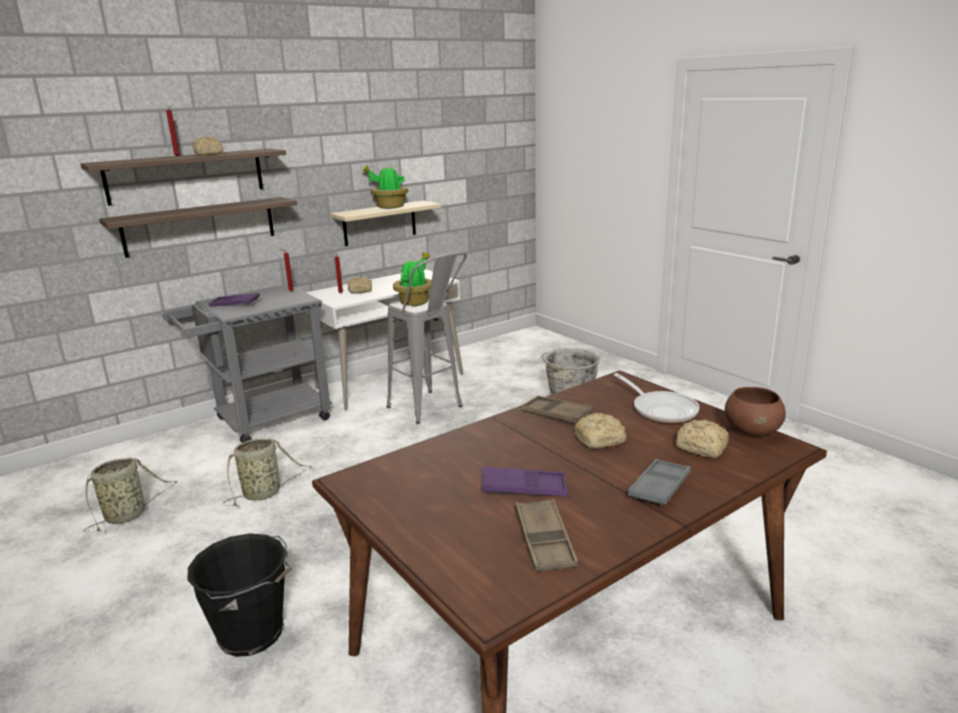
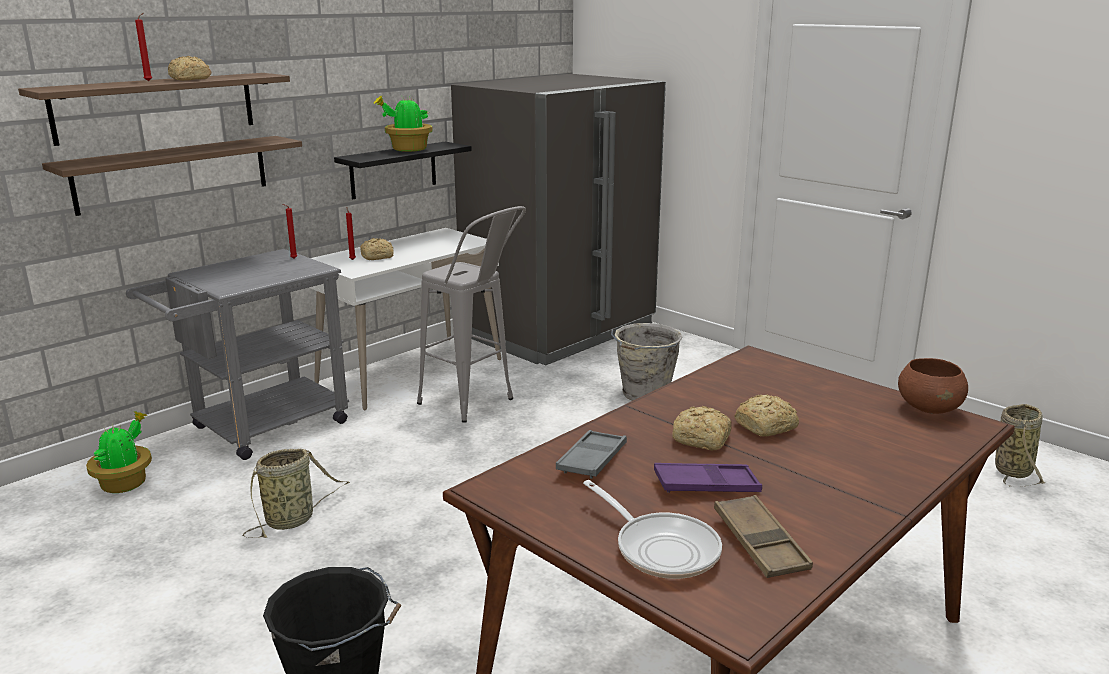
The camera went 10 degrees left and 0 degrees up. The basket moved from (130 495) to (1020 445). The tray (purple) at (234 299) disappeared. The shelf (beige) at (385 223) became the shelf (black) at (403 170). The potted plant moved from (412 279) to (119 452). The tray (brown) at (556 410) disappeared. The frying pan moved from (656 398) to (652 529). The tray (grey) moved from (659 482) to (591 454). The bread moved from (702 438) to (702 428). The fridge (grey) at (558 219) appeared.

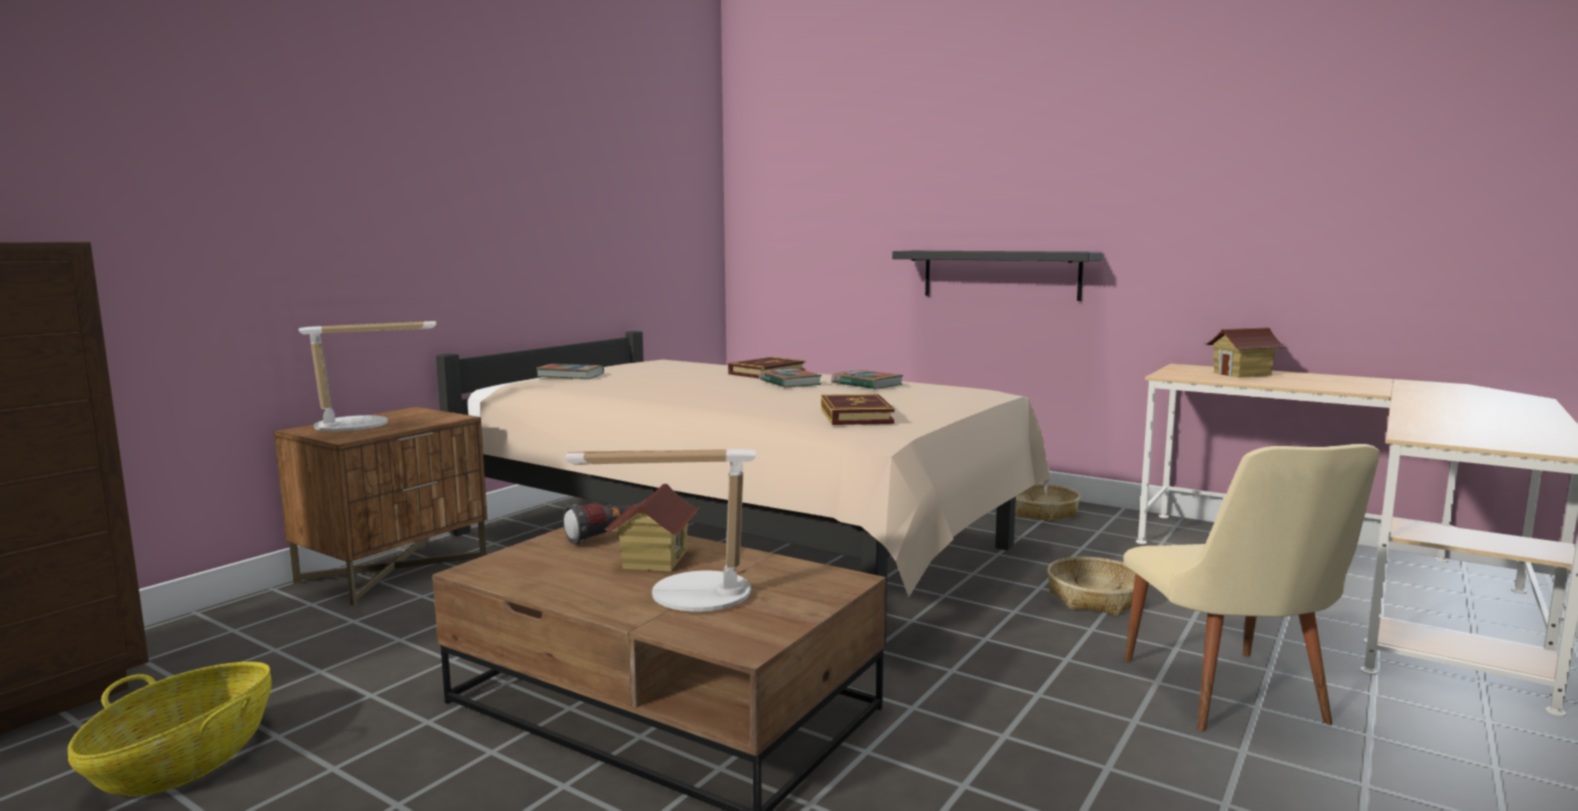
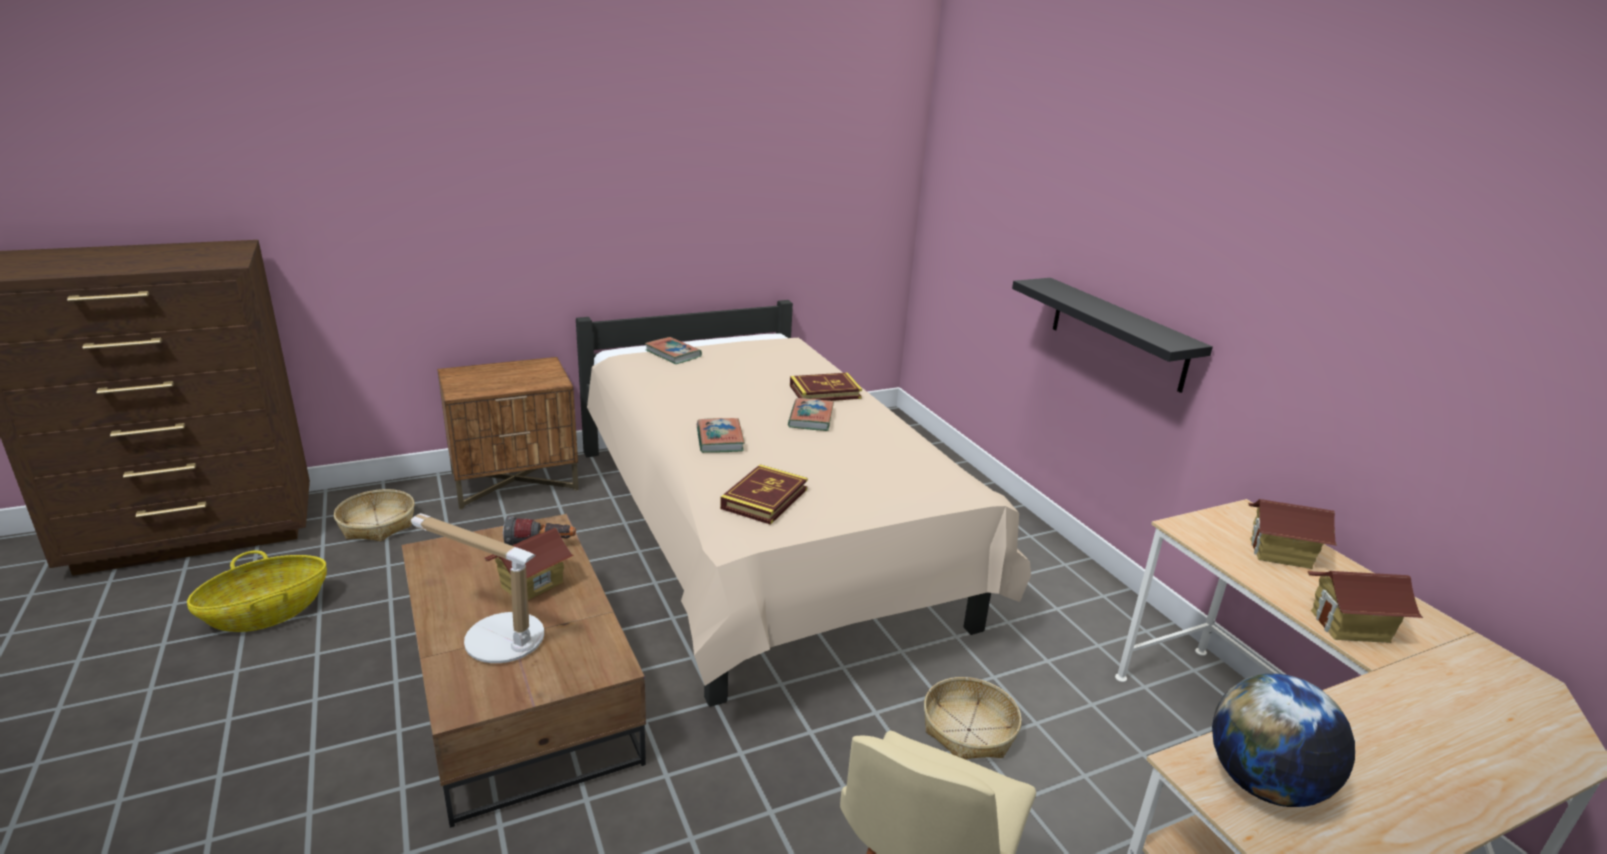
The camera went 30 degrees right and 15 degrees up. The table lamp at (367 376) disappeared. The book moved from (867 379) to (721 435). The basket moved from (1047 502) to (374 515). The globe at (1283 740) appeared. The toy house at (1365 607) appeared.

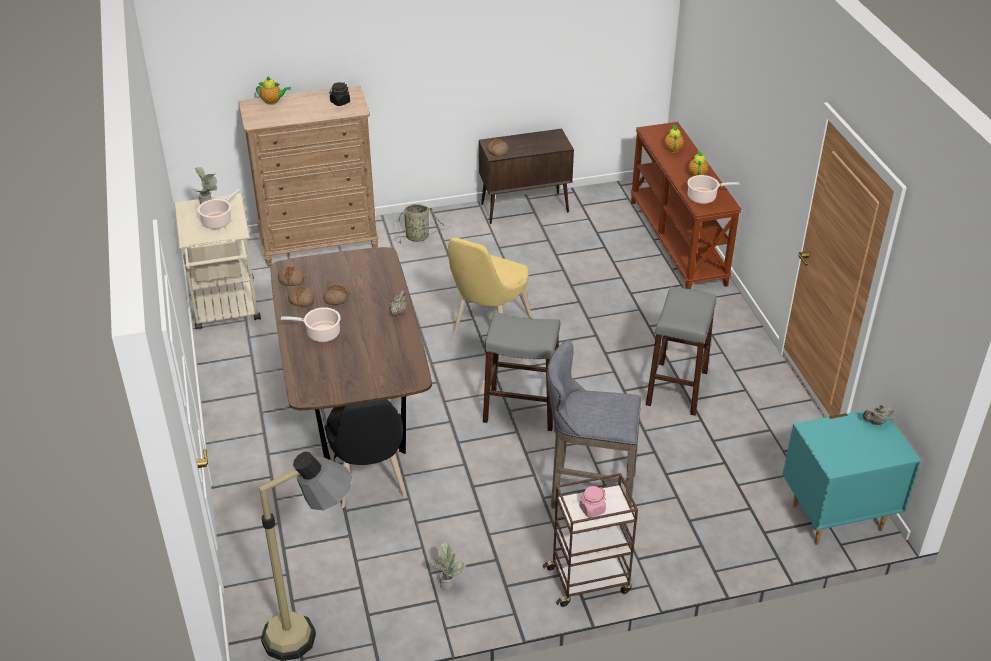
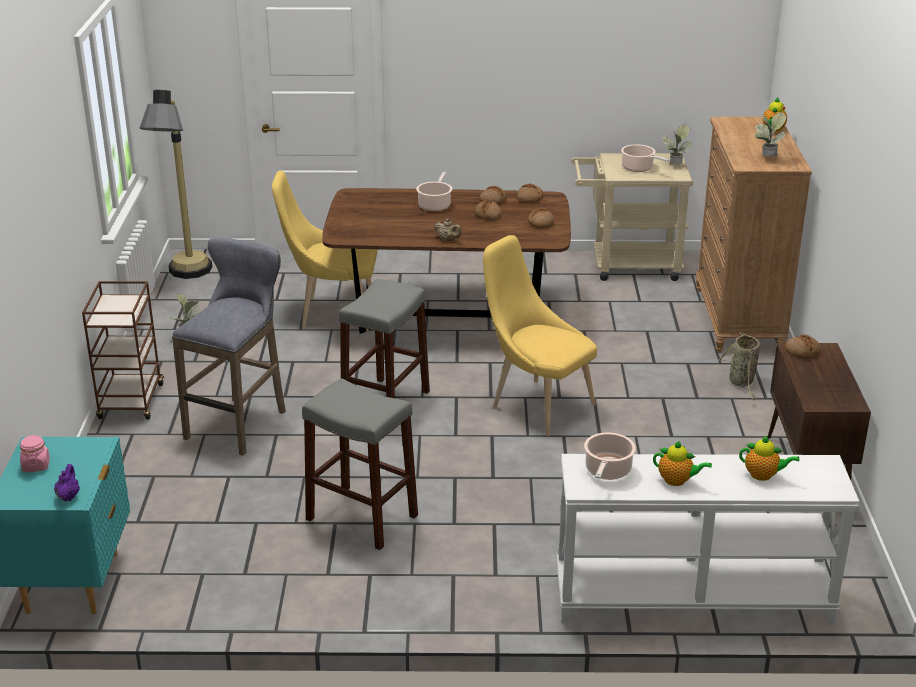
The camera went 105 degrees right and 10 degrees down. The chair (black) at (366 454) became the chair (yellow) at (324 251). The jar (black) at (339 94) was replaced by the potted plant at (770 134). The jar (pink) moved from (592 502) to (35 453). The console table (brown) at (685 205) became the console table (white) at (707 539). The teapot (beige) at (878 415) became the teapot (purple) at (67 482). The bread at (541 218) appeared.

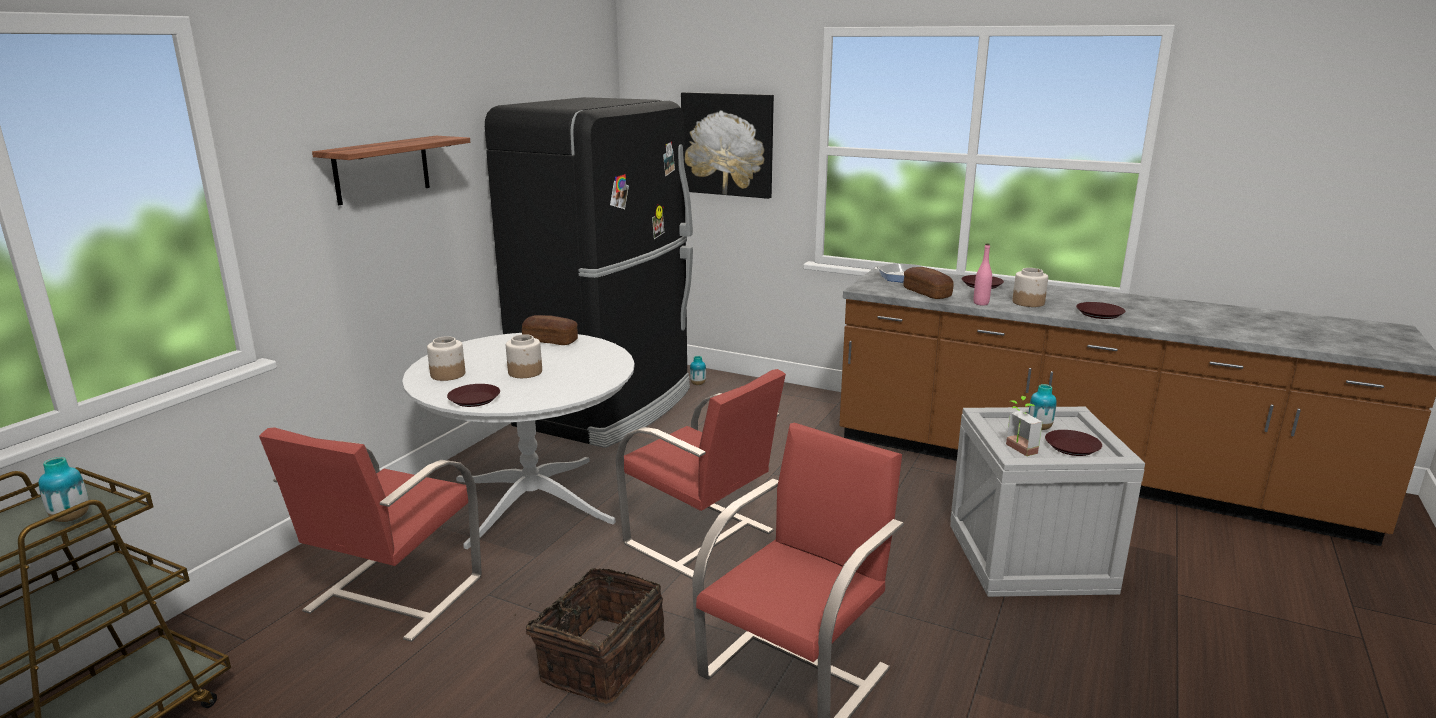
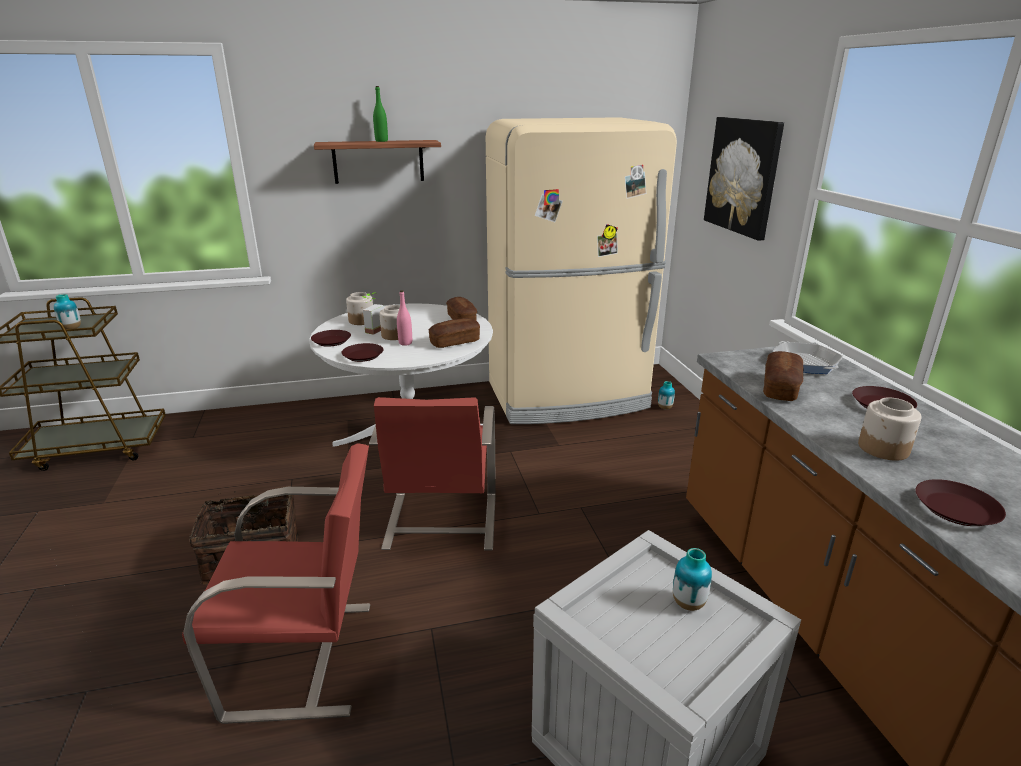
The camera went 50 degrees right and 5 degrees up. The chair (red) at (370 535) disappeared. The fridge (black) at (589 272) became the fridge (beige) at (581 270). The bottle (pink) moved from (983 274) to (404 318). The potted plant moved from (1024 426) to (373 313). The plate (brown) moved from (1073 443) to (362 352). The bottle (green) at (380 114) appeared. The bread at (454 333) appeared.

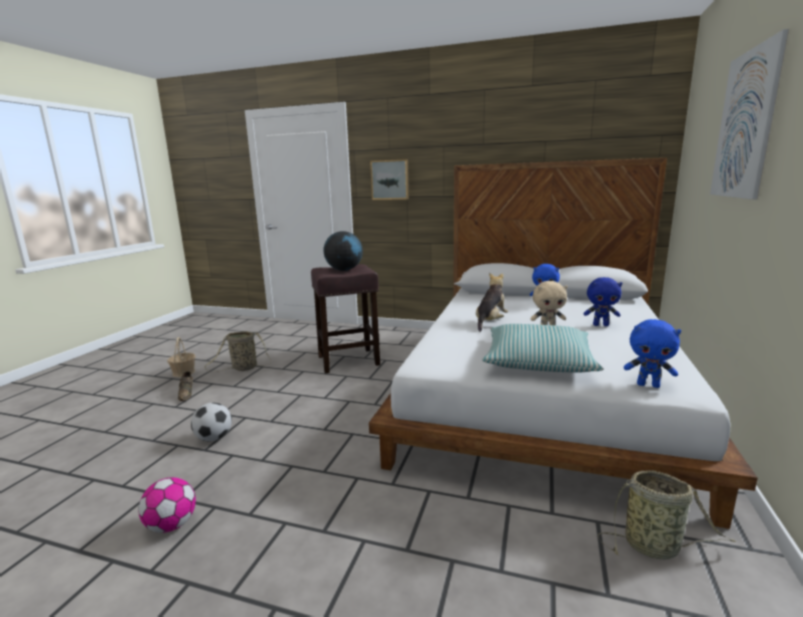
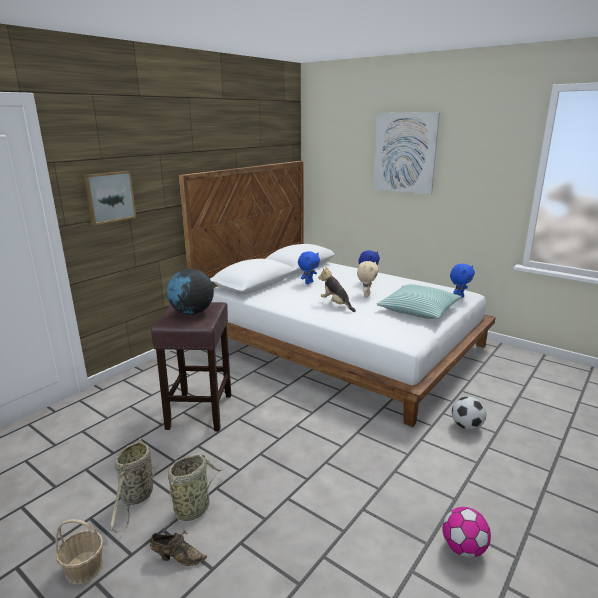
The camera went 70 degrees left and 5 degrees up. The football moved from (211 422) to (469 413). The basket moved from (666 514) to (194 495).

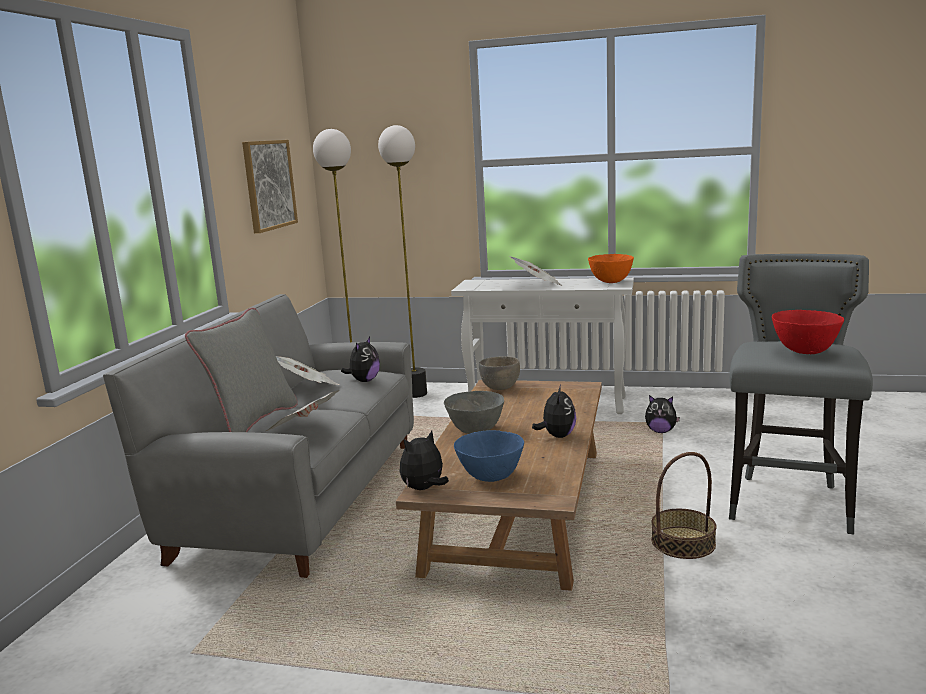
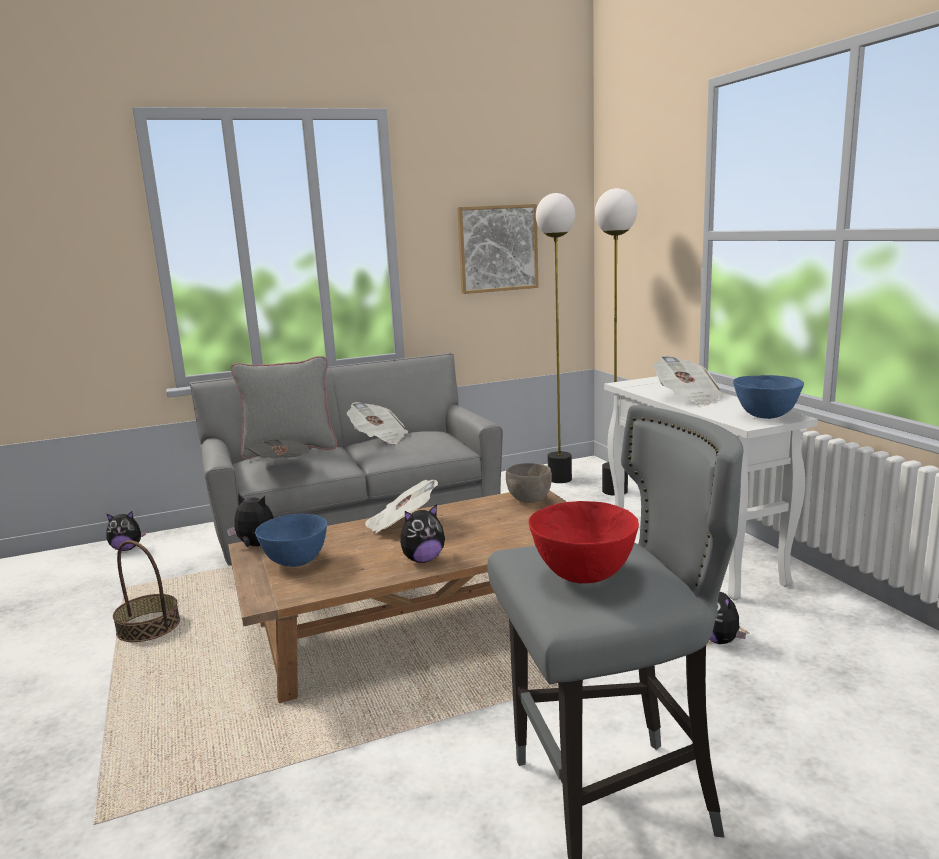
The camera went 55 degrees right and 0 degrees up. The plush toy moved from (360 359) to (126 531). The bowl (grey) at (474 412) was replaced by the newspaper at (401 506). The bowl (orange) at (611 268) became the bowl (blue) at (768 397). The basket moved from (684 505) to (146 591).

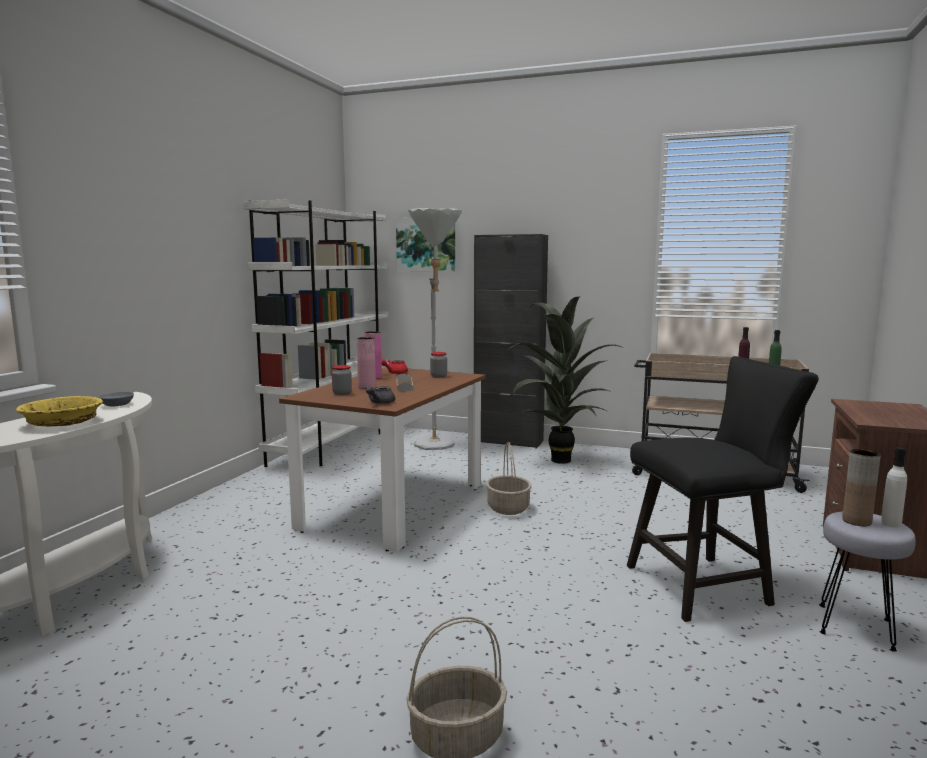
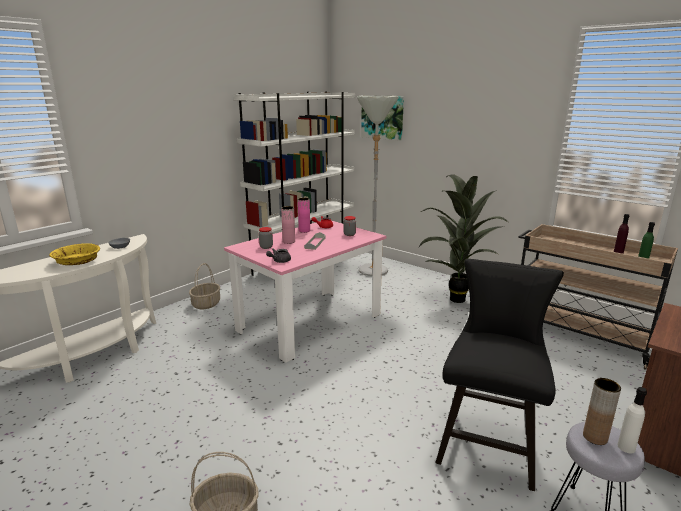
The camera went 20 degrees right and 10 degrees up. The dining table (brown) at (382 460) became the dining table (pink) at (305 291). The cabinet (black) at (511 341) disappeared. The basket moved from (509 478) to (204 286). The chair (black) at (723 489) turned 75 degrees counterclockwise.

